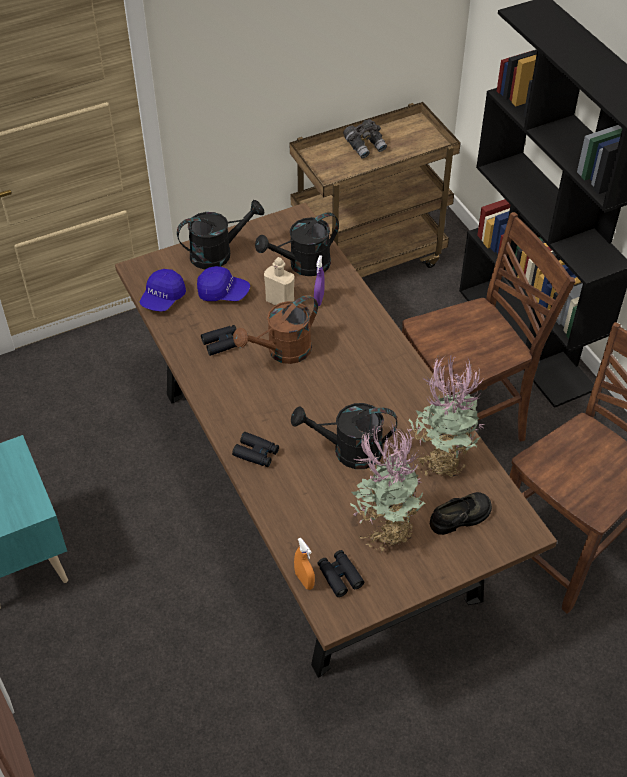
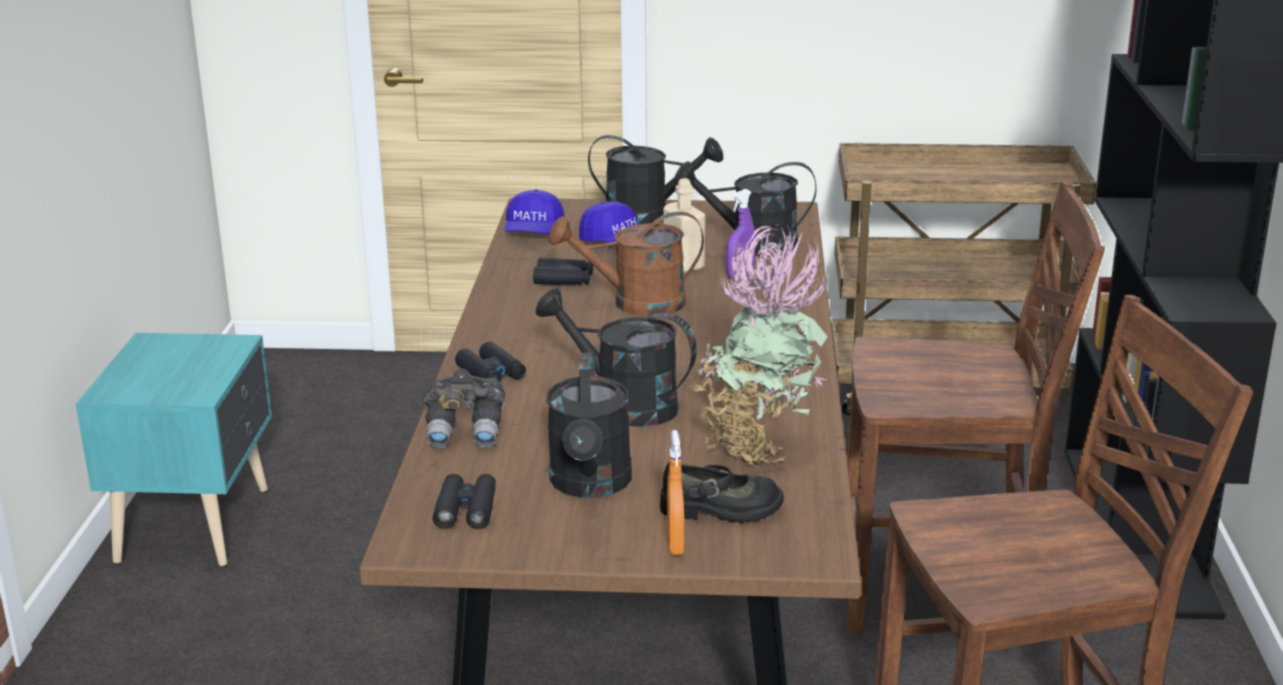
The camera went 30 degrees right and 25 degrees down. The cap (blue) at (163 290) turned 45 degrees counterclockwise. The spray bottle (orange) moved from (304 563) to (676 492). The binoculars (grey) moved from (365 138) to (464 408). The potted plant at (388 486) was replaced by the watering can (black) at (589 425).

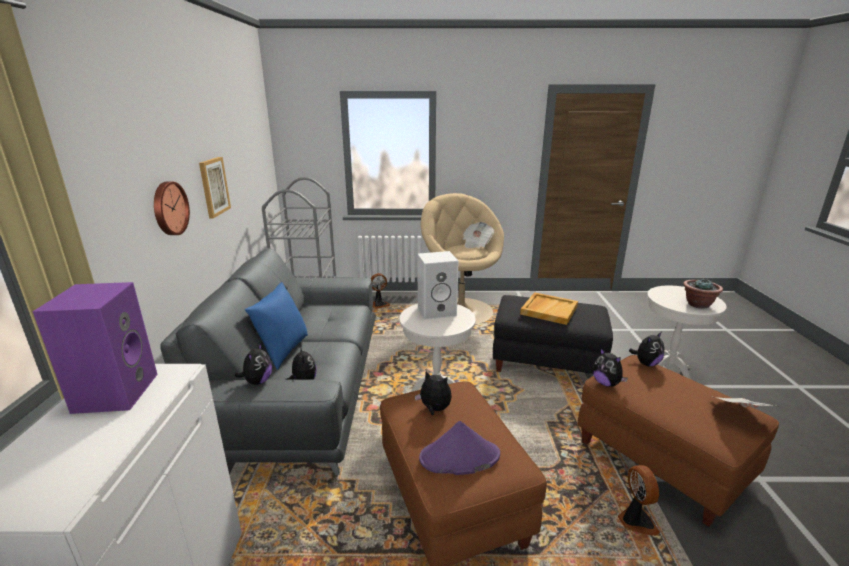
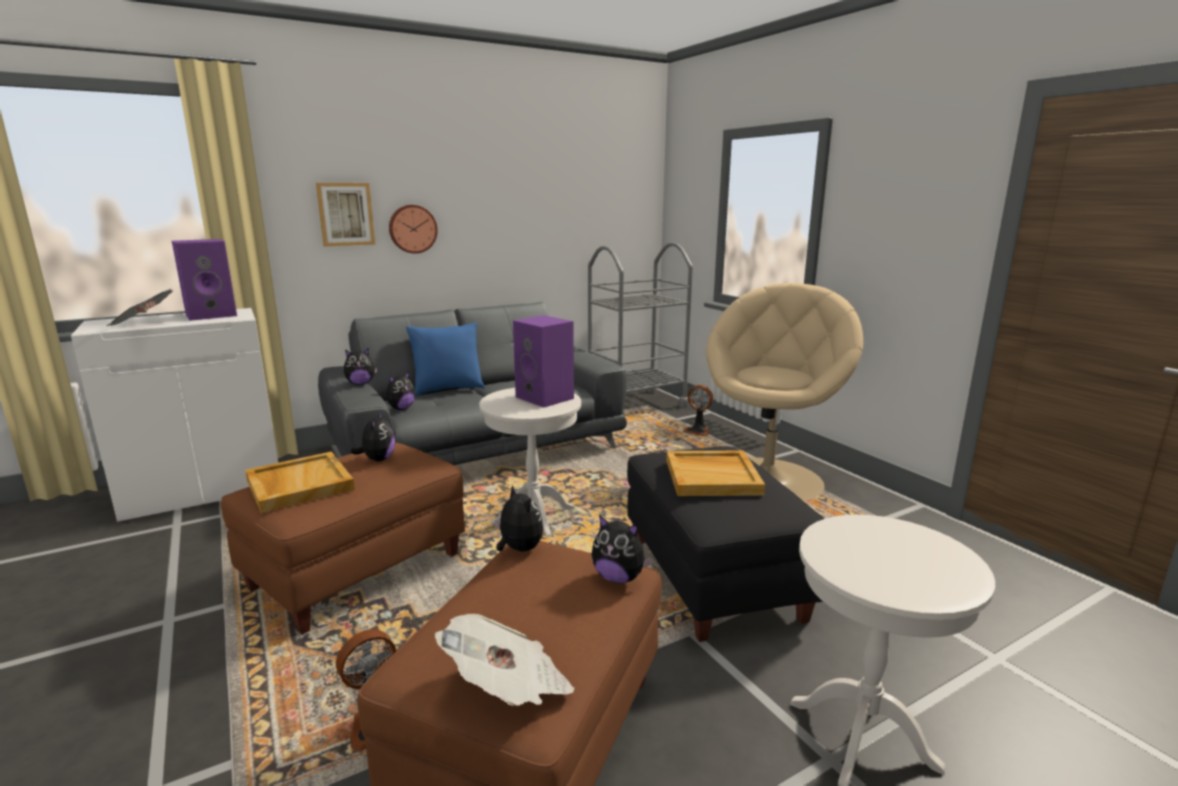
The camera went 60 degrees right and 5 degrees down. The picture moved from (215 187) to (345 215). The speaker (white) at (438 285) became the speaker (purple) at (543 361). The hat (purple) at (459 448) was replaced by the tray (beige) at (300 482). The newspaper moved from (479 235) to (140 307). The plush toy at (610 367) turned 120 degrees clockwise. The potted plant at (703 293) disappeared.

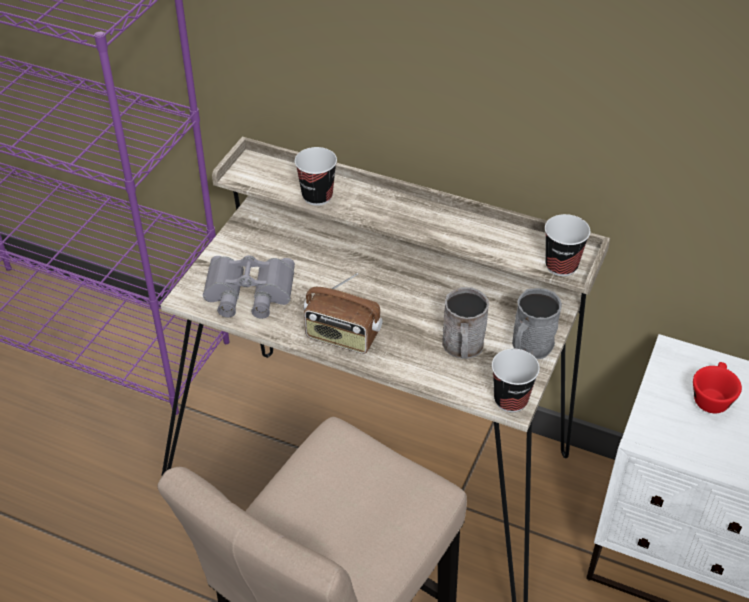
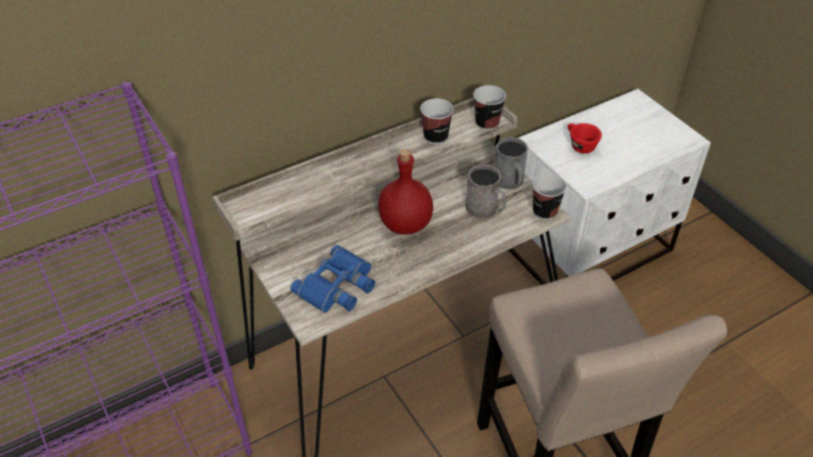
The camera went 55 degrees left and 0 degrees up. The binoculars (grey) at (249 287) became the binoculars (blue) at (332 279). The cup moved from (316 176) to (437 121). The radio at (343 313) disappeared. The bottle (red) at (405 192) appeared.

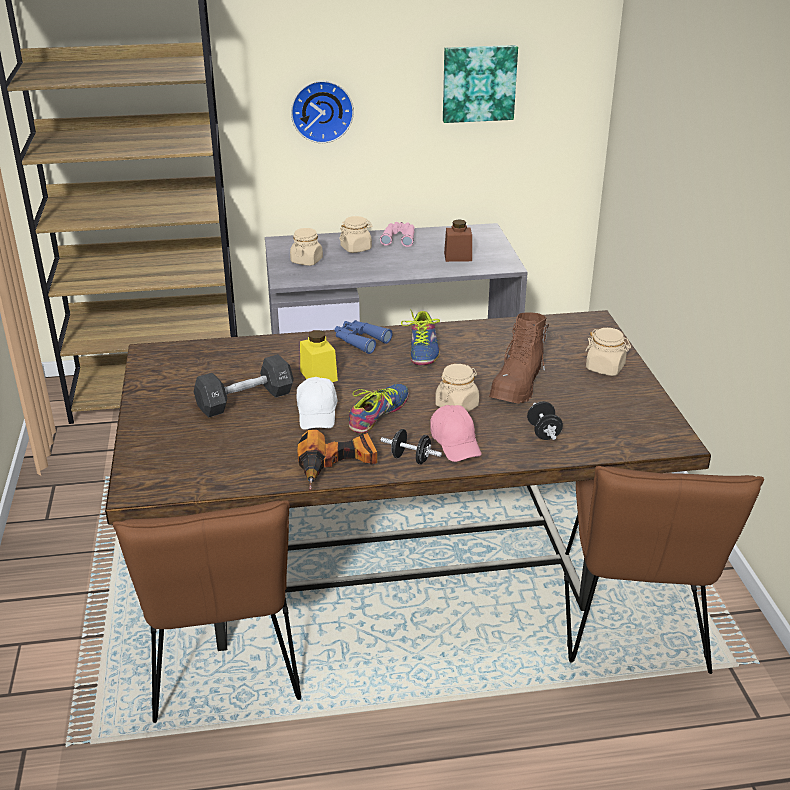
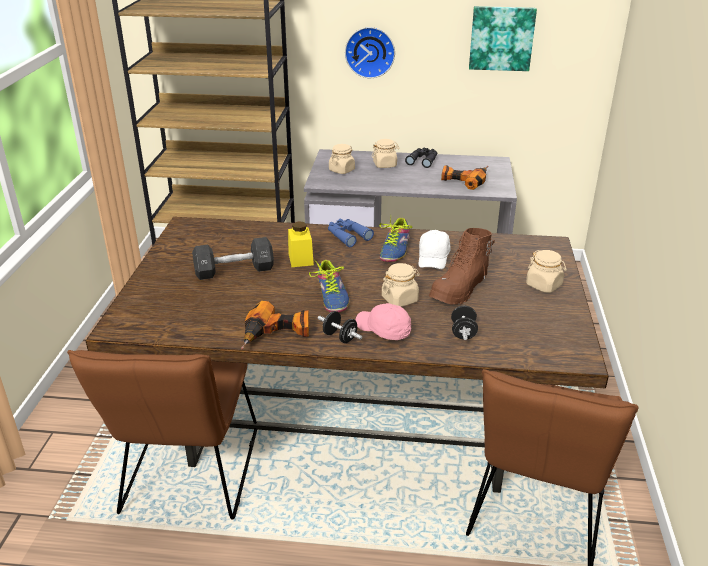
The camera went 15 degrees right and 0 degrees up. The cap (white) moved from (317 403) to (434 249). The shoe at (379 408) turned 120 degrees clockwise. The binoculars (pink) at (397 234) became the binoculars (black) at (421 157). The cap (pink) at (456 433) turned 135 degrees clockwise. The jar (brown) at (458 240) was replaced by the power drill at (464 177).

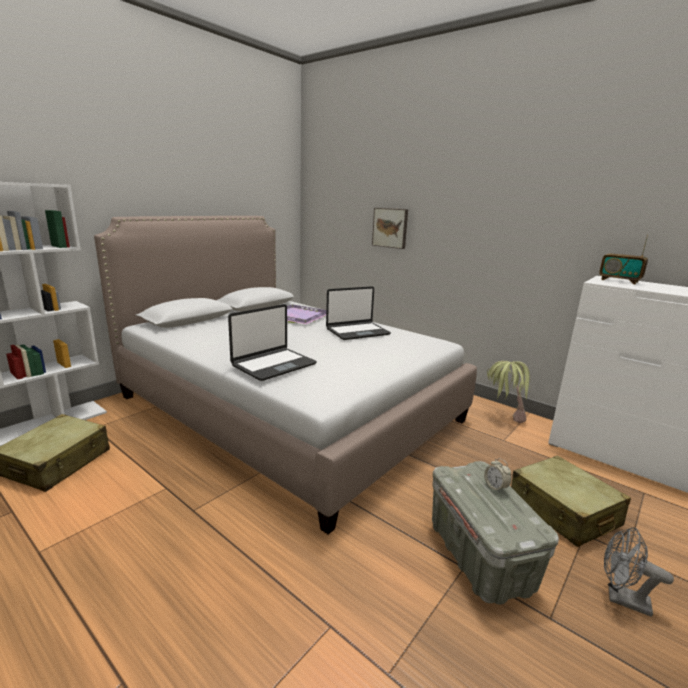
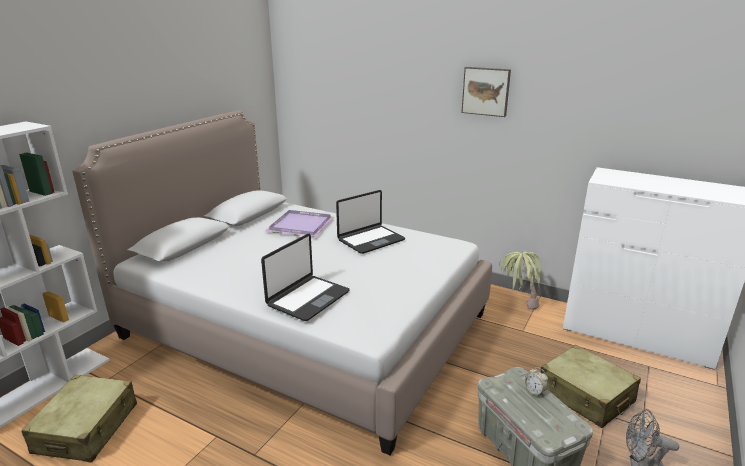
The camera went 10 degrees left and 5 degrees up. The picture moved from (390 228) to (486 92). The radio at (623 260) disappeared.

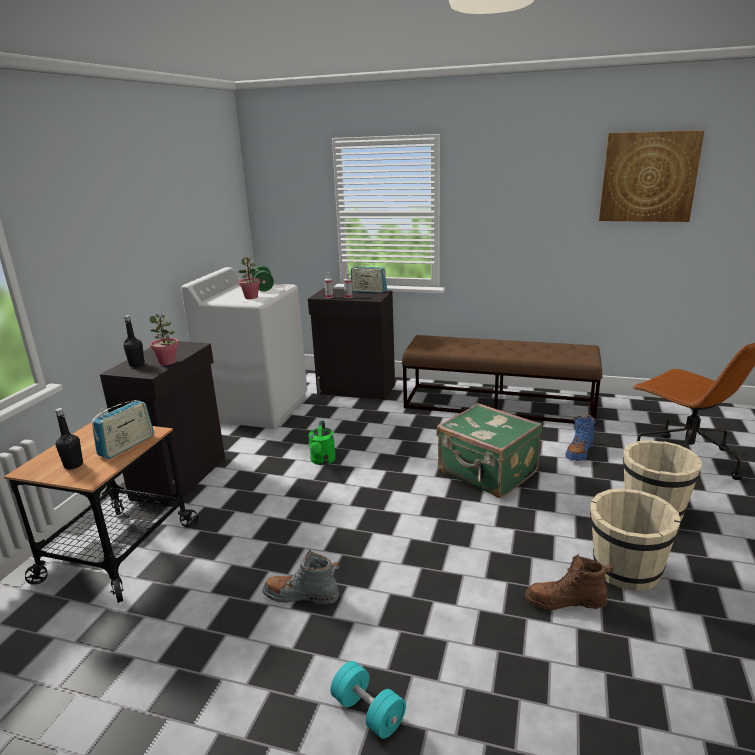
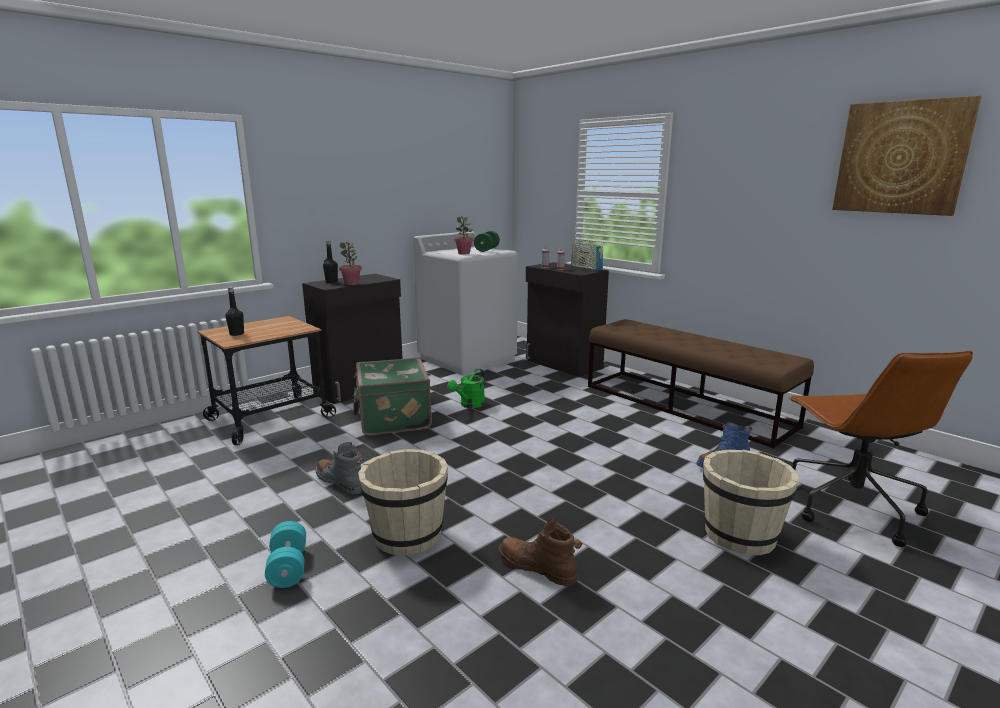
The camera went 30 degrees right and 5 degrees down. The radio at (123 429) disappeared. The suitcase (green) moved from (489 450) to (392 396). The bucket (beige) moved from (635 540) to (403 502).

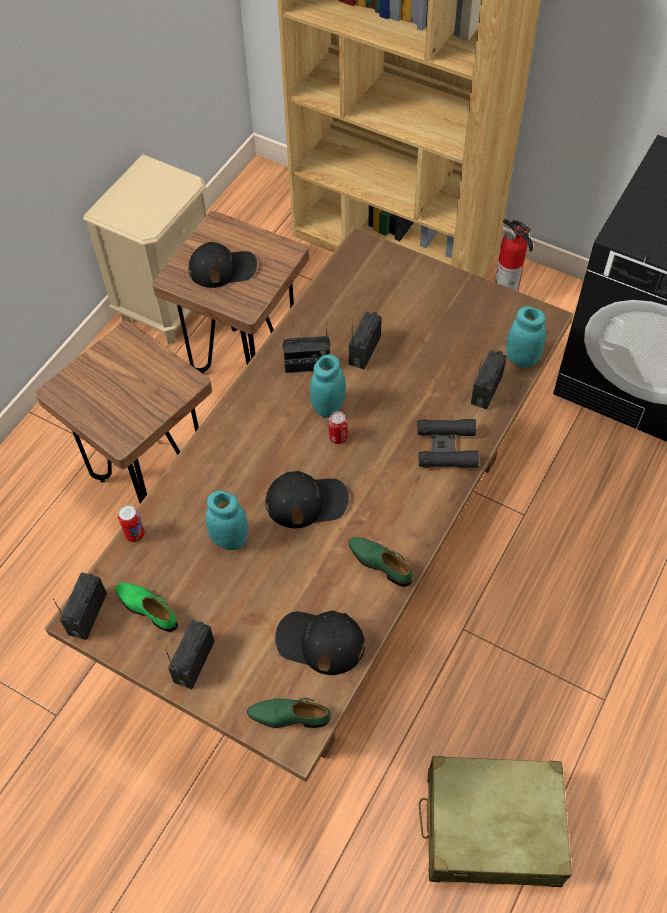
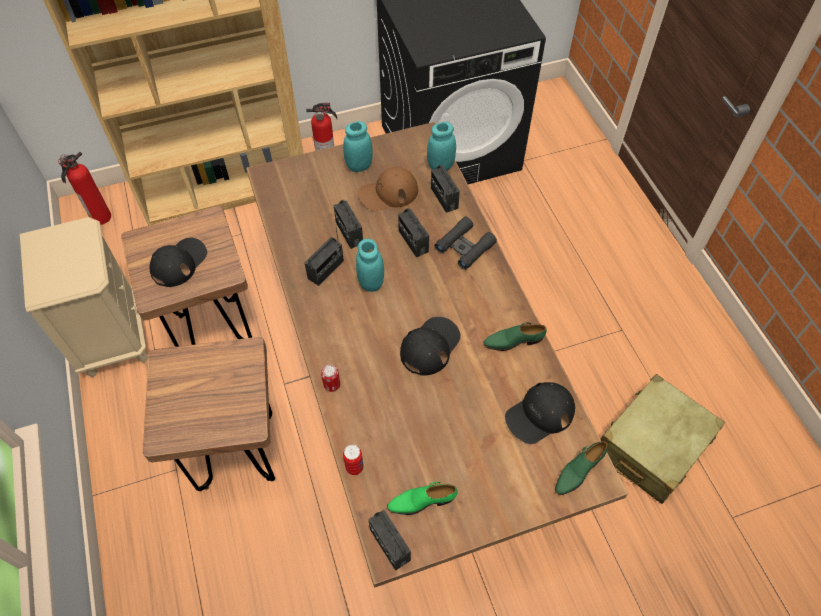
The camera went 50 degrees left and 0 degrees up. The radio moved from (190 654) to (413 232). The jar (turquoise) moved from (227 520) to (357 146). The can moved from (338 427) to (330 378). The fire extinguisher at (84 188) appeared. The cap (brown) at (388 189) appeared.

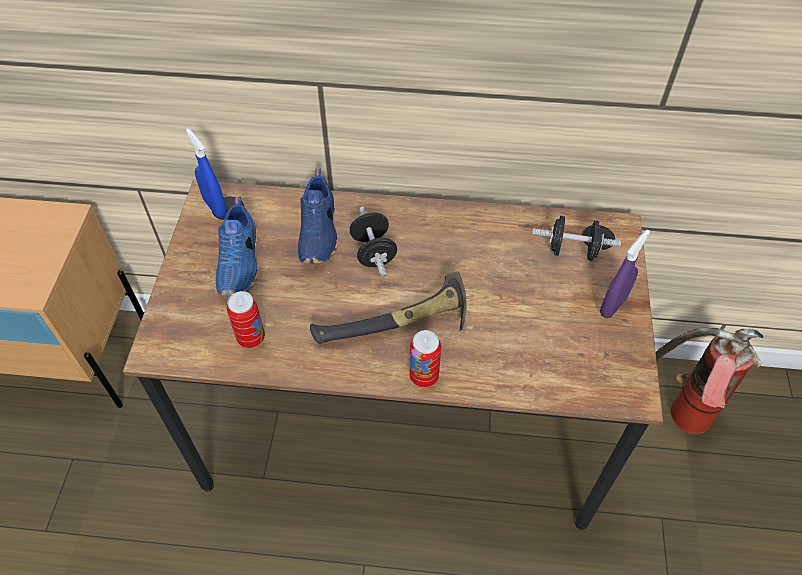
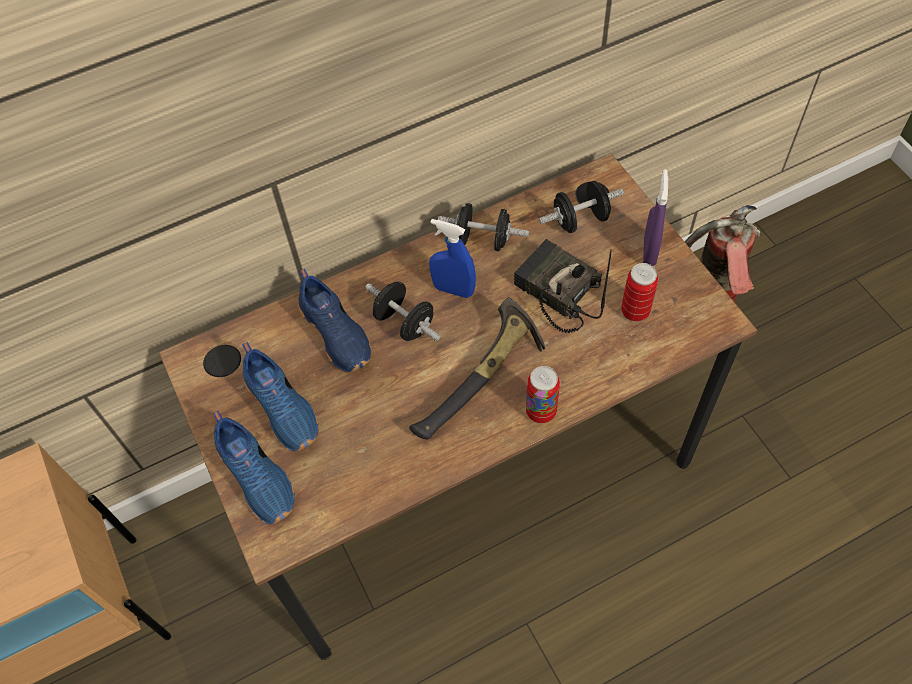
The camera went 30 degrees left and 5 degrees up. The spray bottle (blue) moved from (206 172) to (452 258). The can moved from (246 320) to (639 292). The shoe (blue) at (254 468) appeared. The dumbbell (black) at (483 227) appeared. The radio at (563 286) appeared.

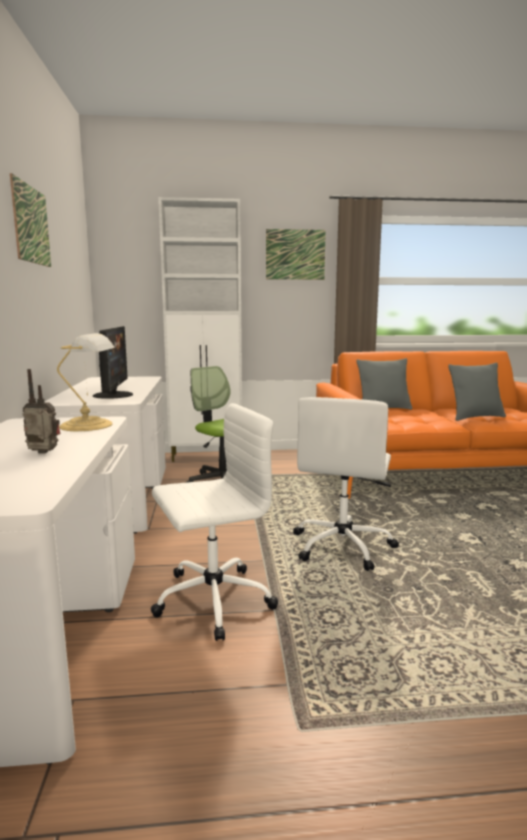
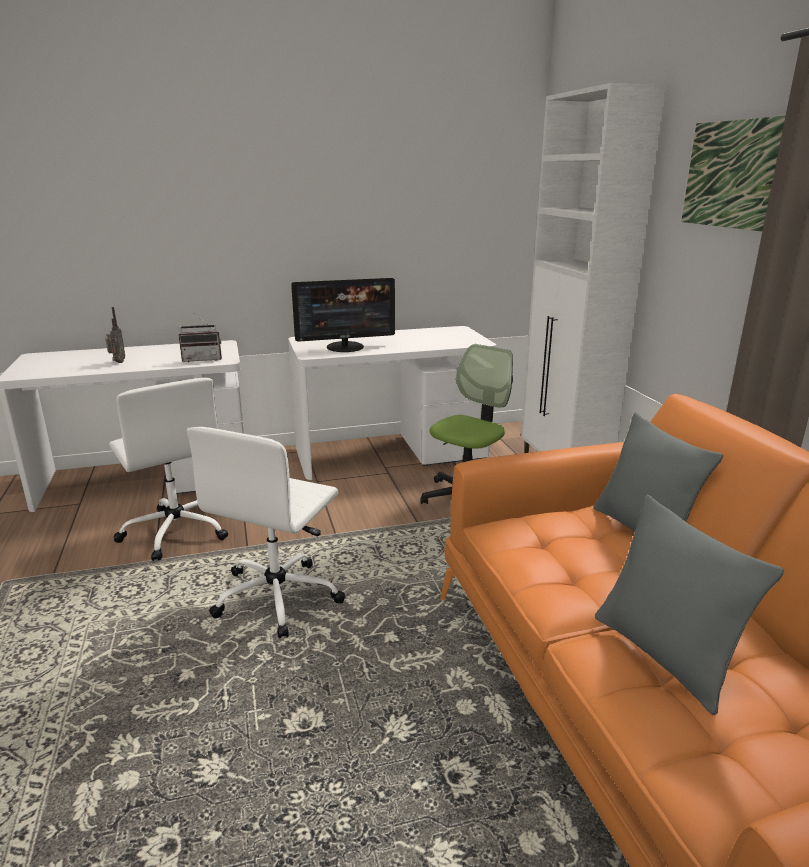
The camera went 80 degrees right and 10 degrees up. The picture at (30 220) disappeared. The table lamp at (86 382) was replaced by the radio at (200 337). The office chair (white) at (346 484) turned 75 degrees counterclockwise.

